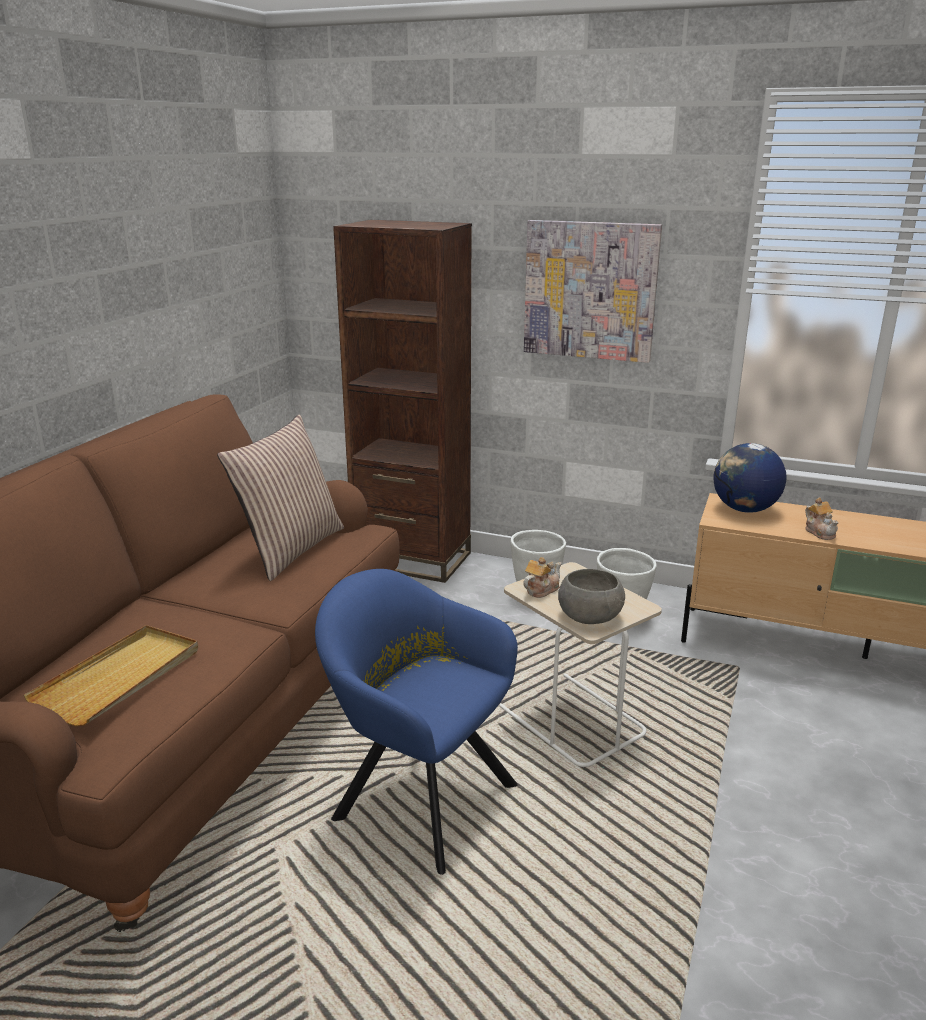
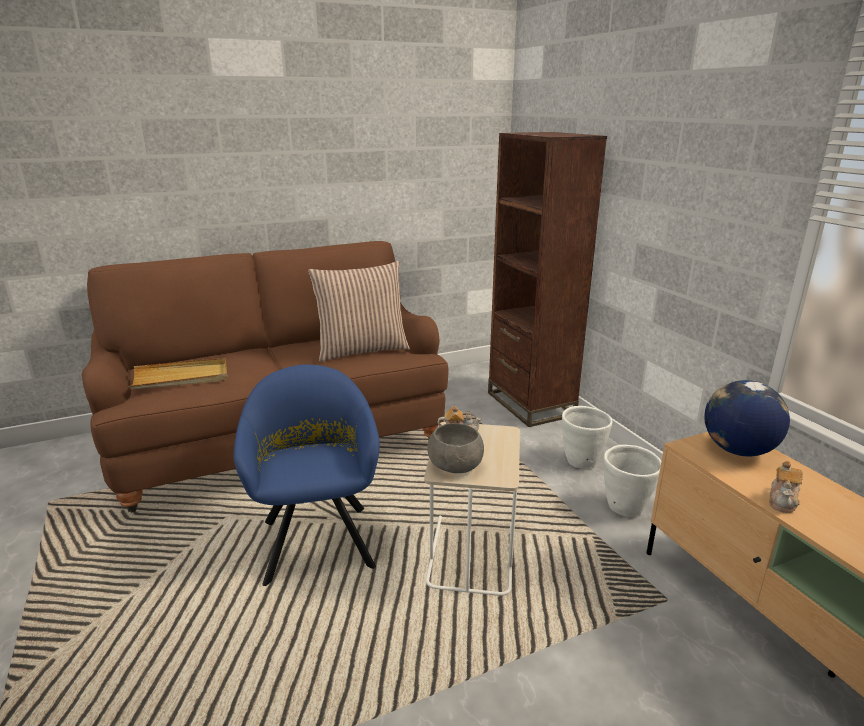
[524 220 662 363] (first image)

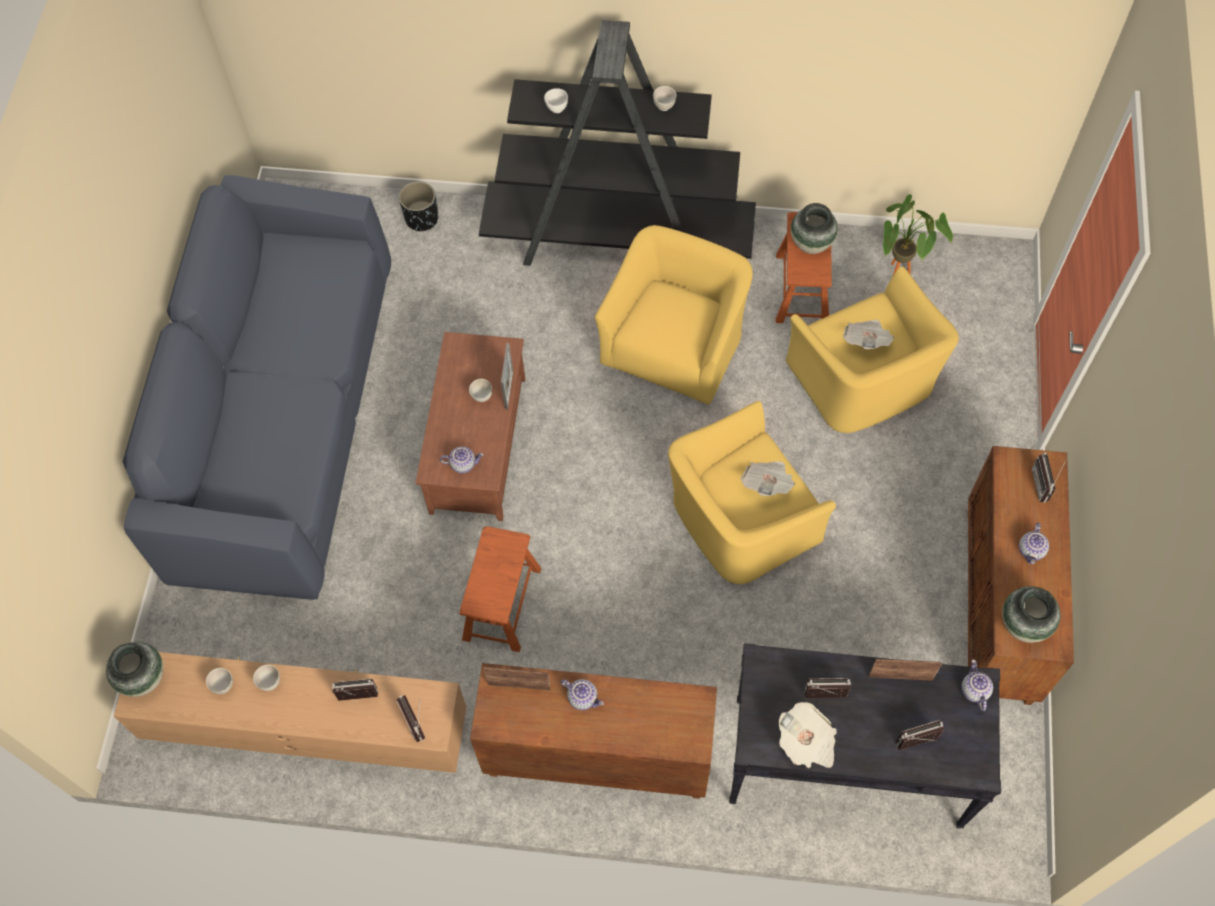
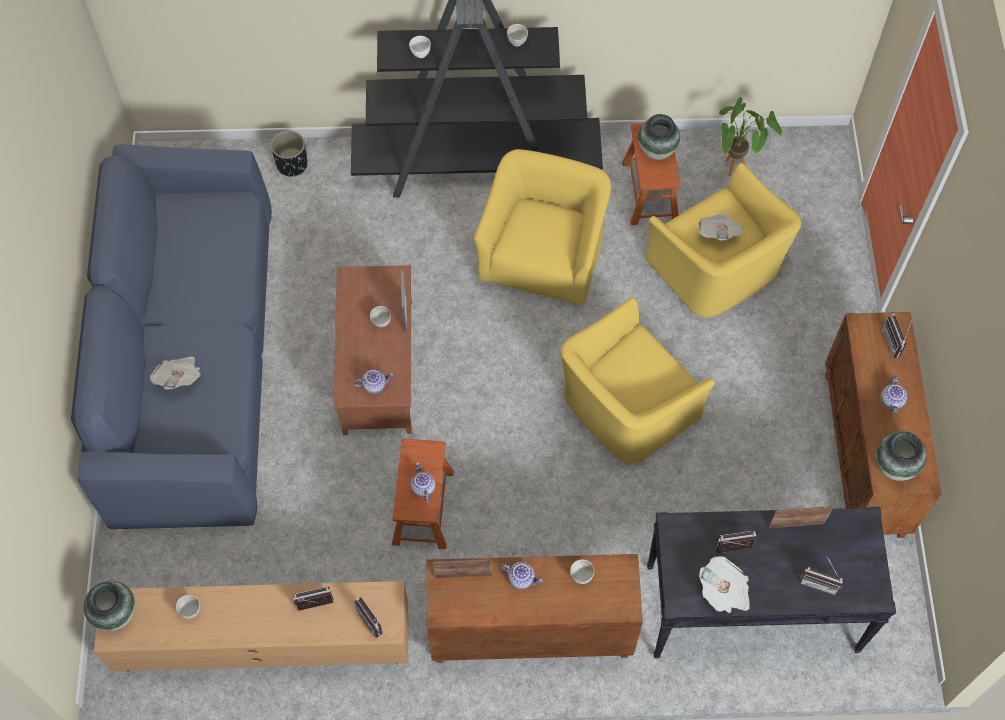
[150 356 201 389]
[410 462 436 503]
[570 559 594 584]
[800 557 843 595]

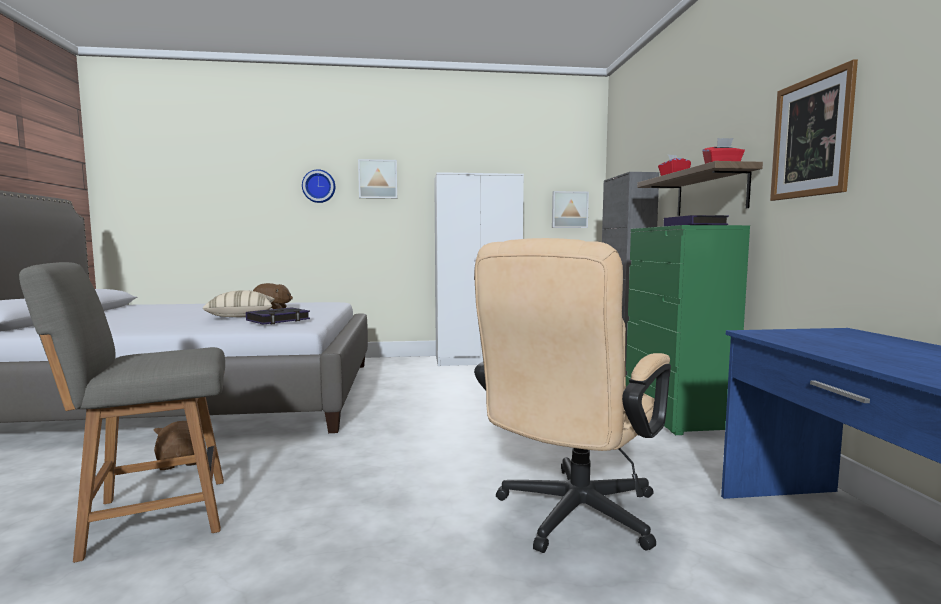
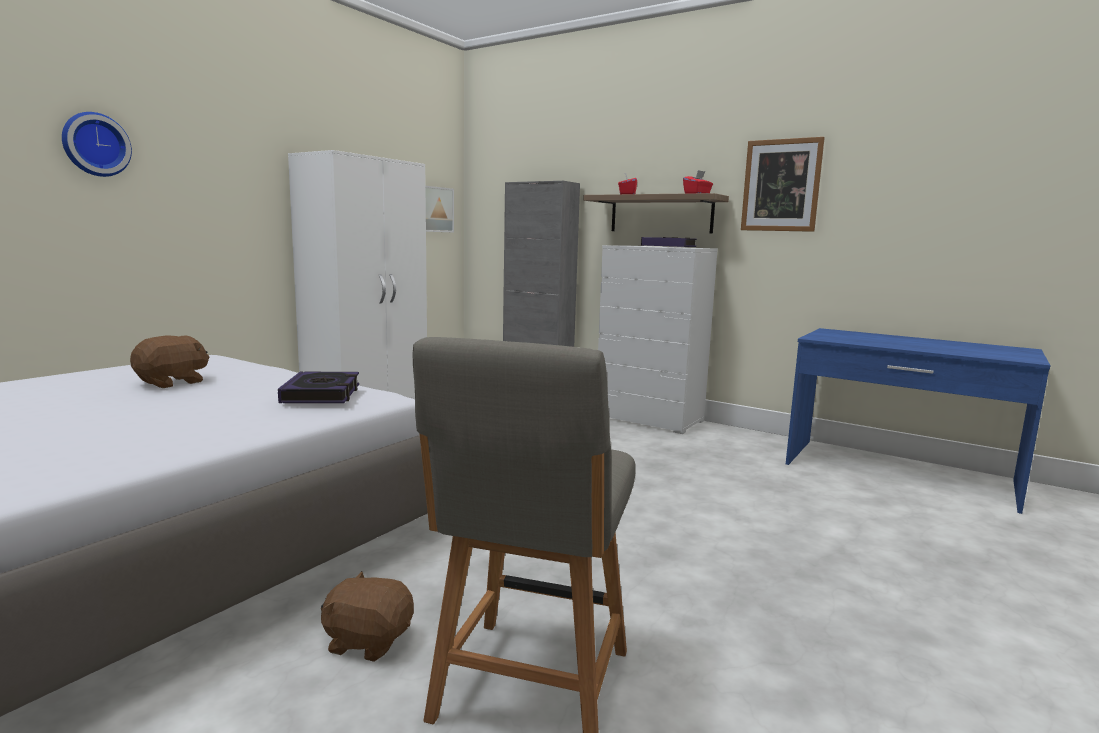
[358 159 397 199] (first image)
[598 245 718 434]
[474 238 671 553] (first image)
[203 290 275 317] (first image)

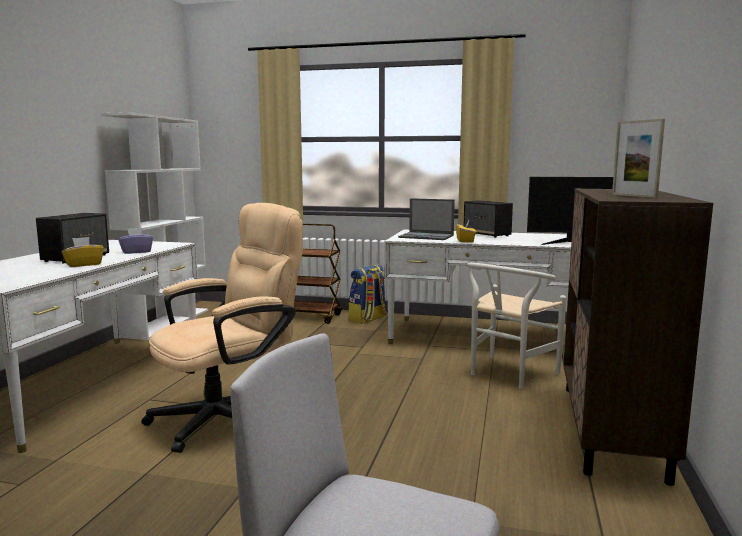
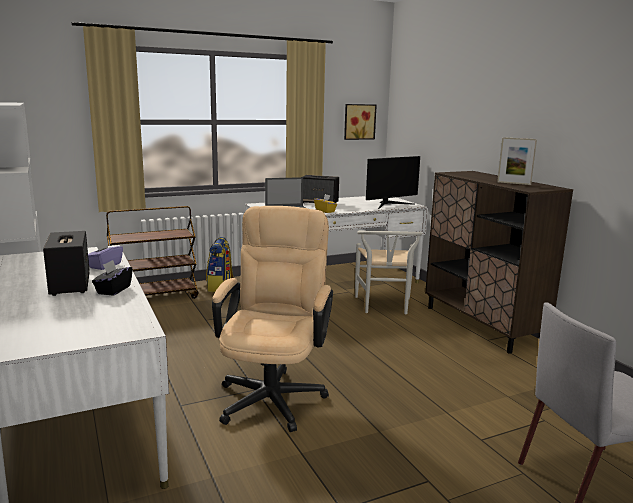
[92 260 133 296]
[344 104 377 140]

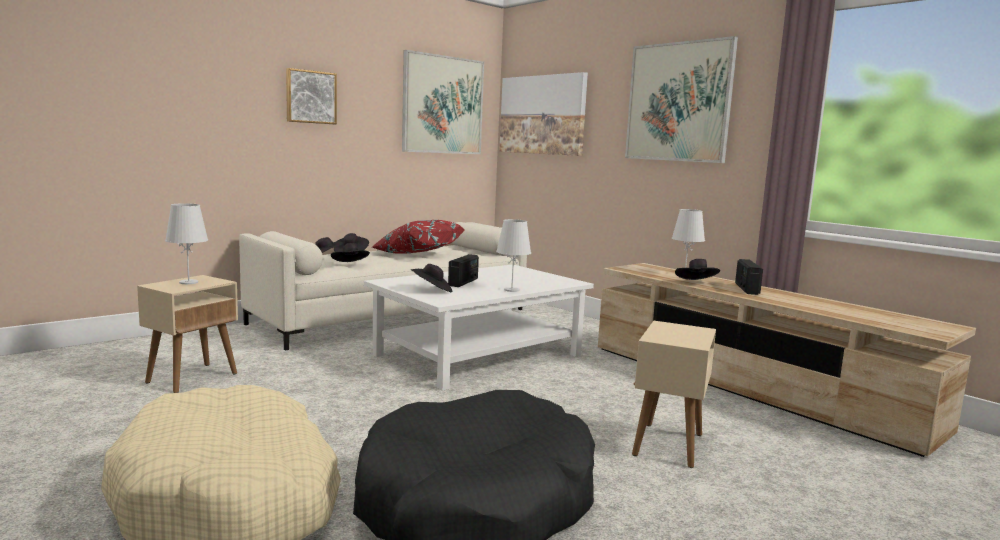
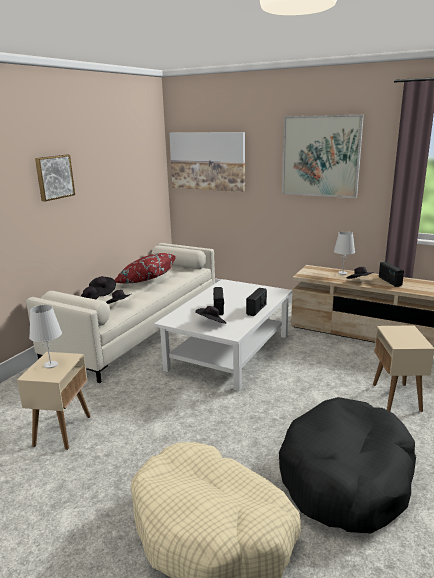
[402 50 484 154] (first image)
[246 288 267 316]

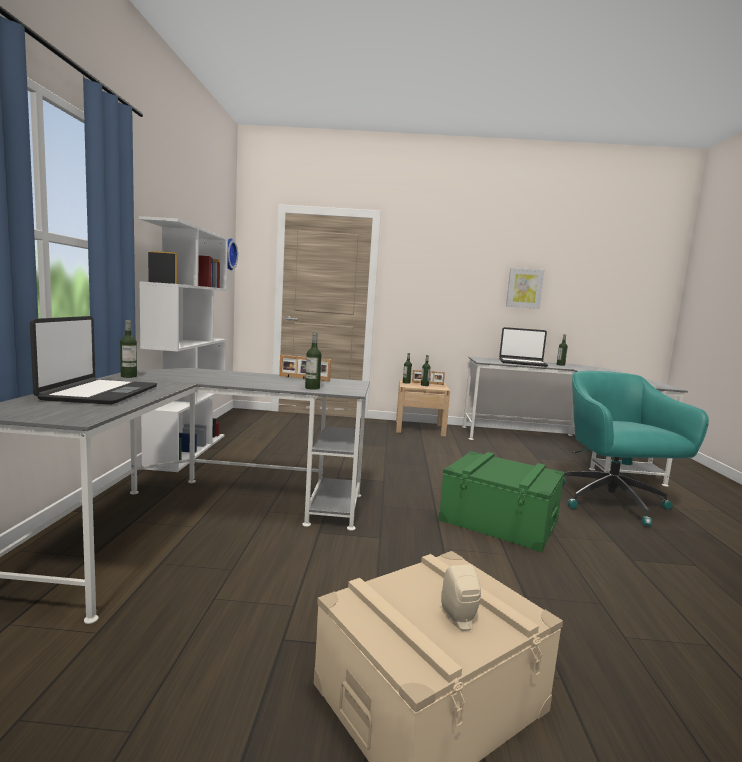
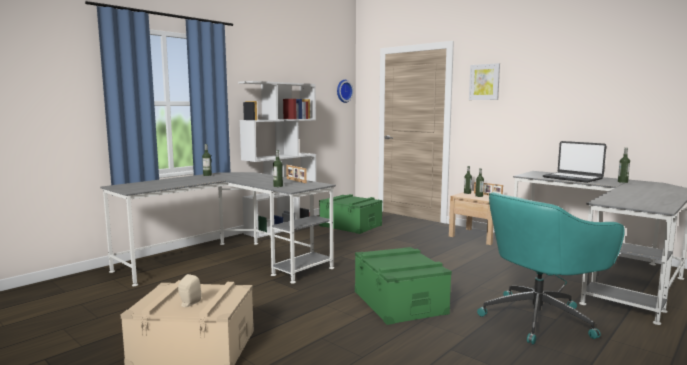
[469 63 500 100]
[30 316 157 405] (first image)
[477 192 625 345]
[319 194 383 234]

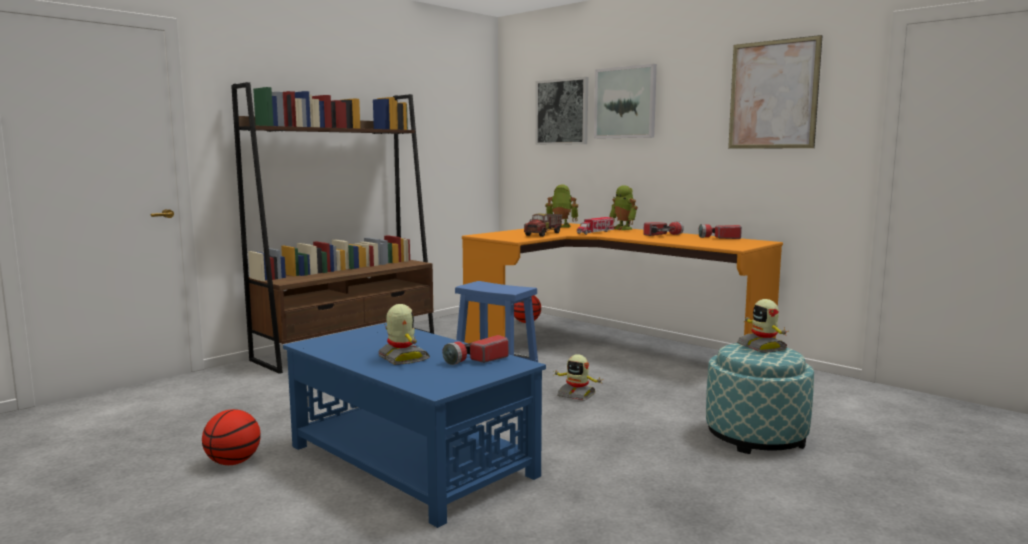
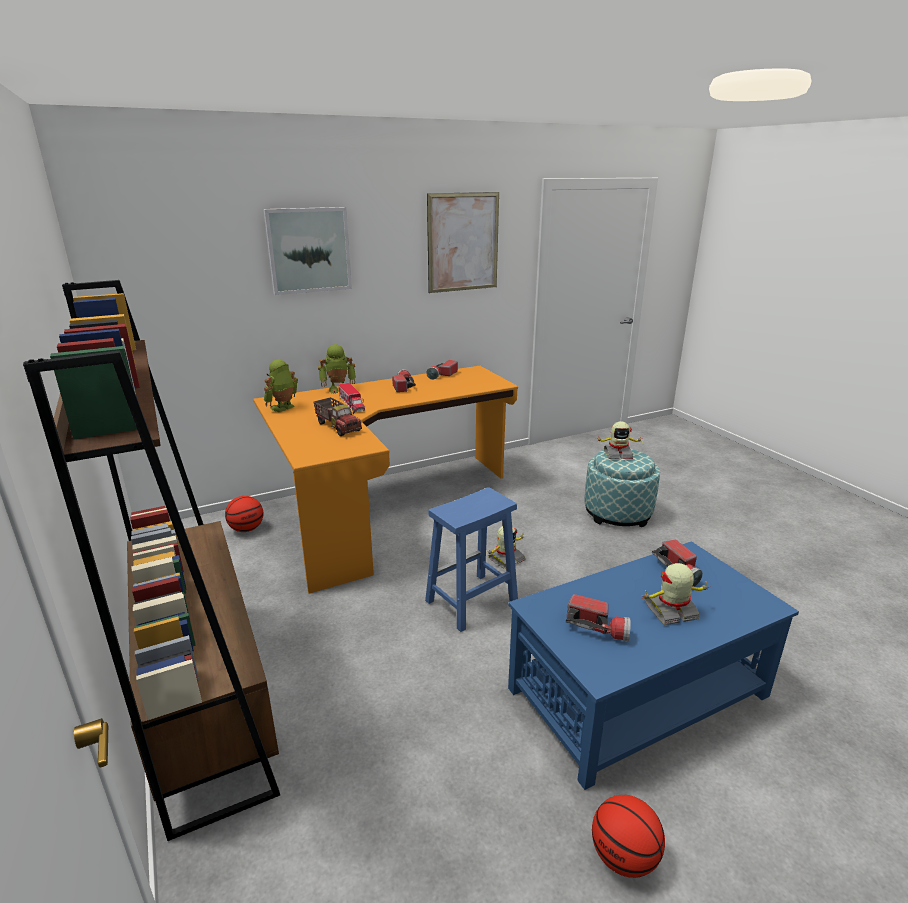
[536 77 588 145] (first image)
[566 594 631 641]

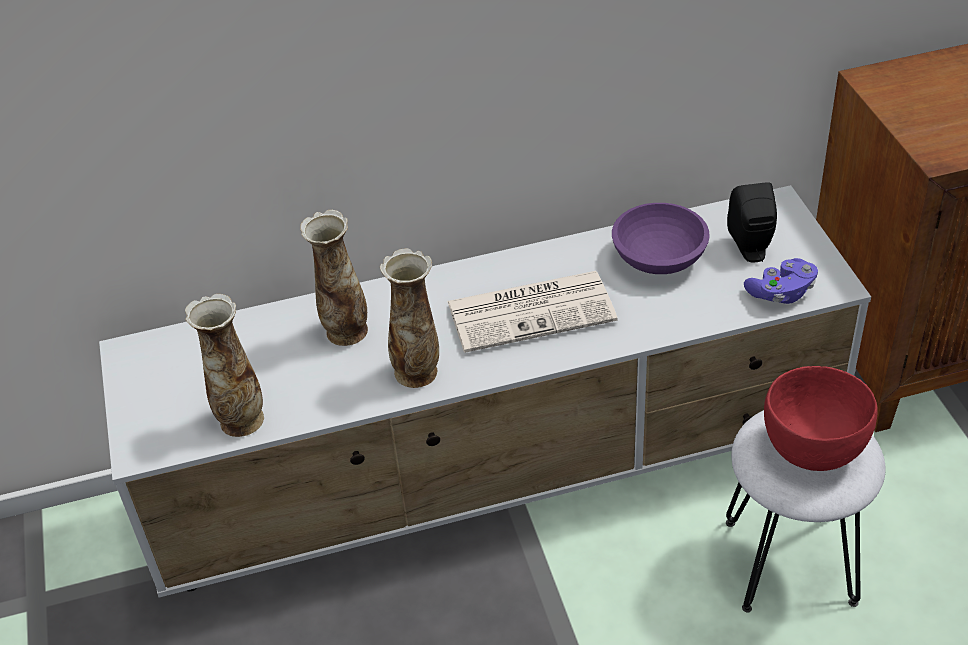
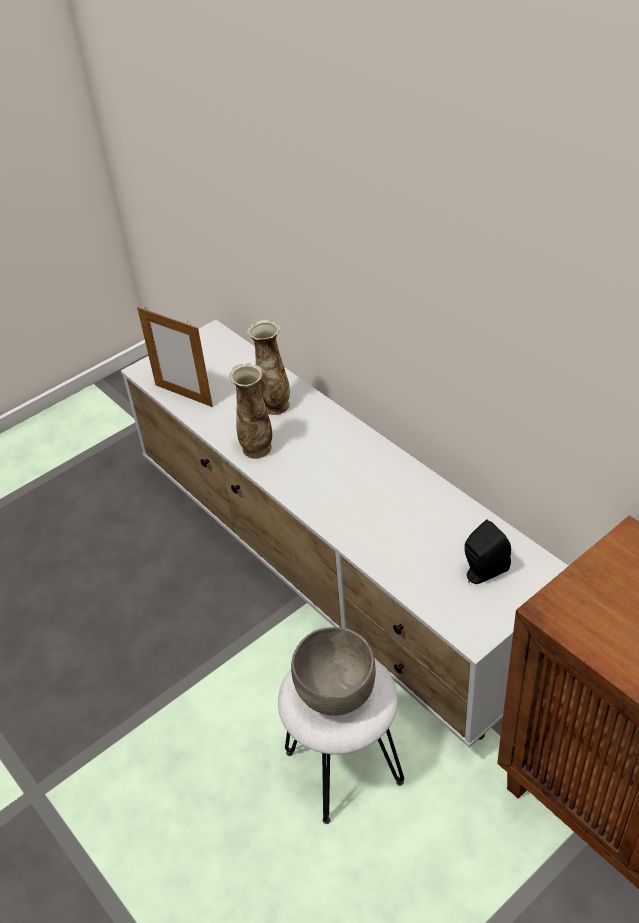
[612 203 710 274] (first image)
[744 258 818 304] (first image)
[447 271 618 353] (first image)
[137 307 213 407]
[291 627 376 716]

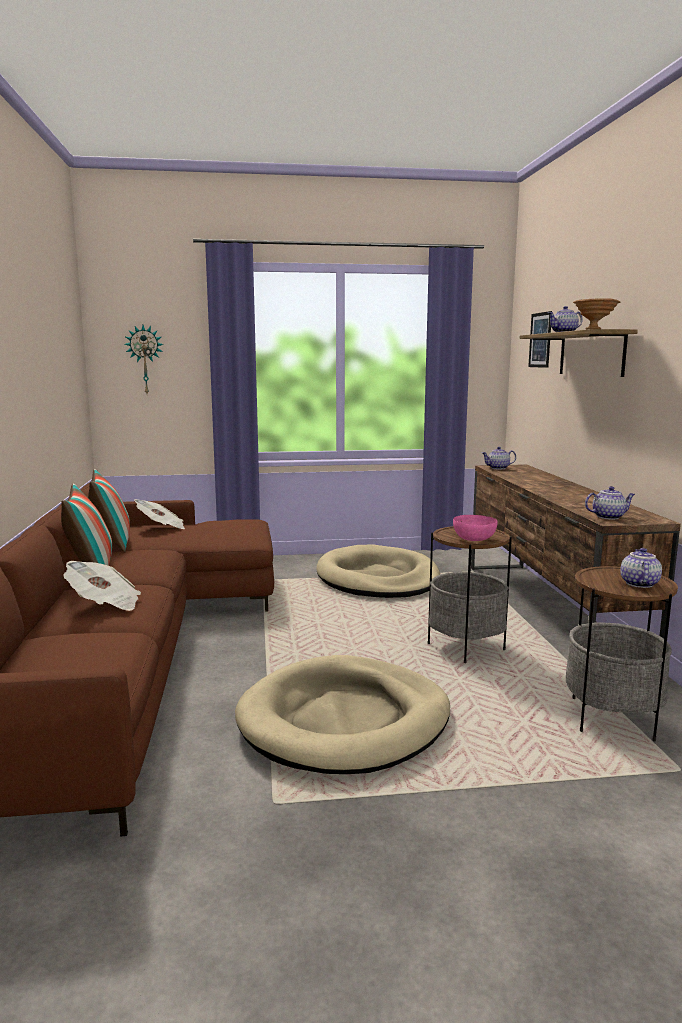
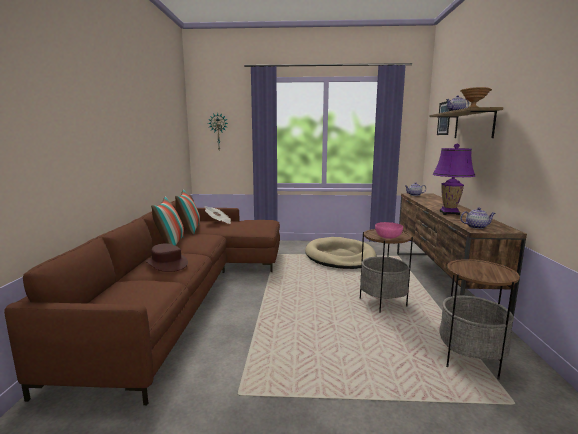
[620 548 662 588] (first image)
[145 243 188 272]
[235 655 450 774] (first image)
[433 144 475 215]

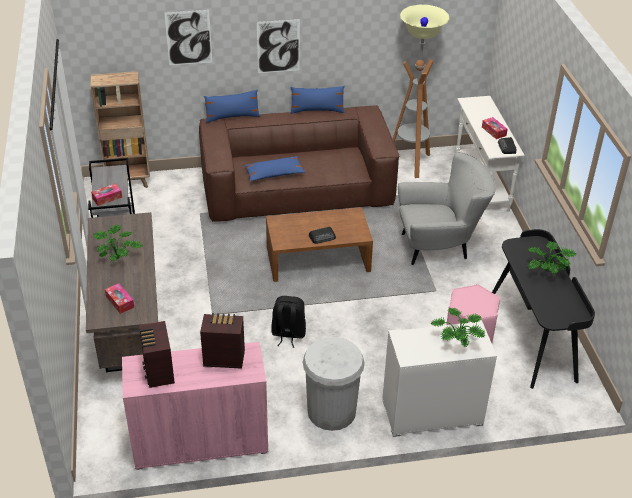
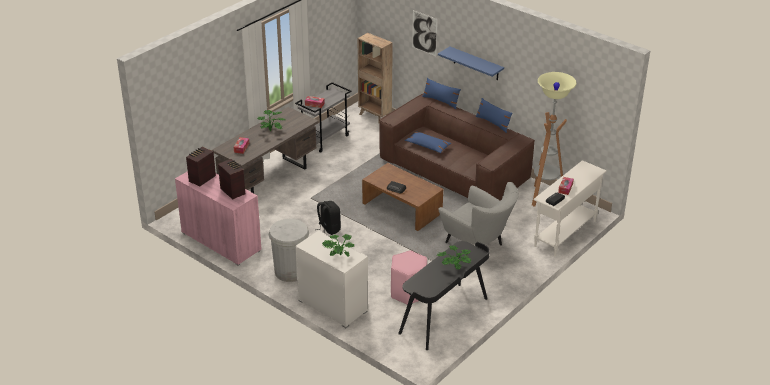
[438 47 504 80]

